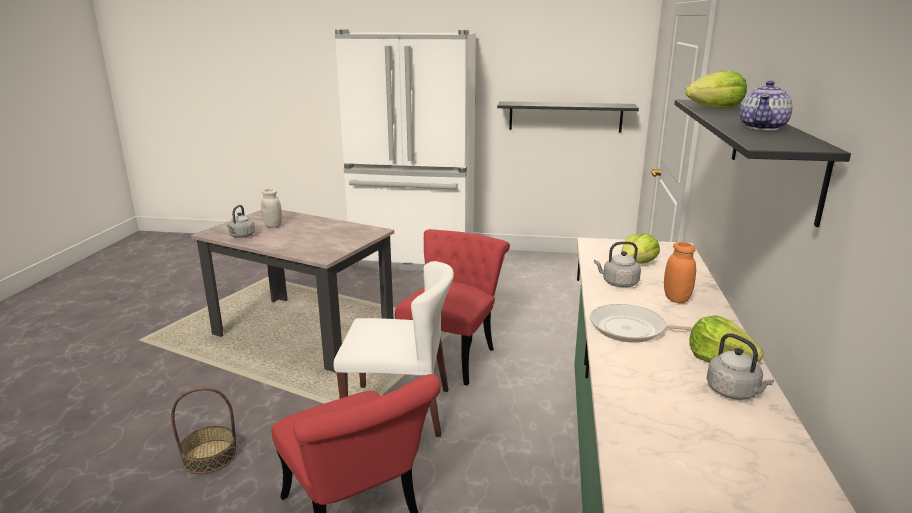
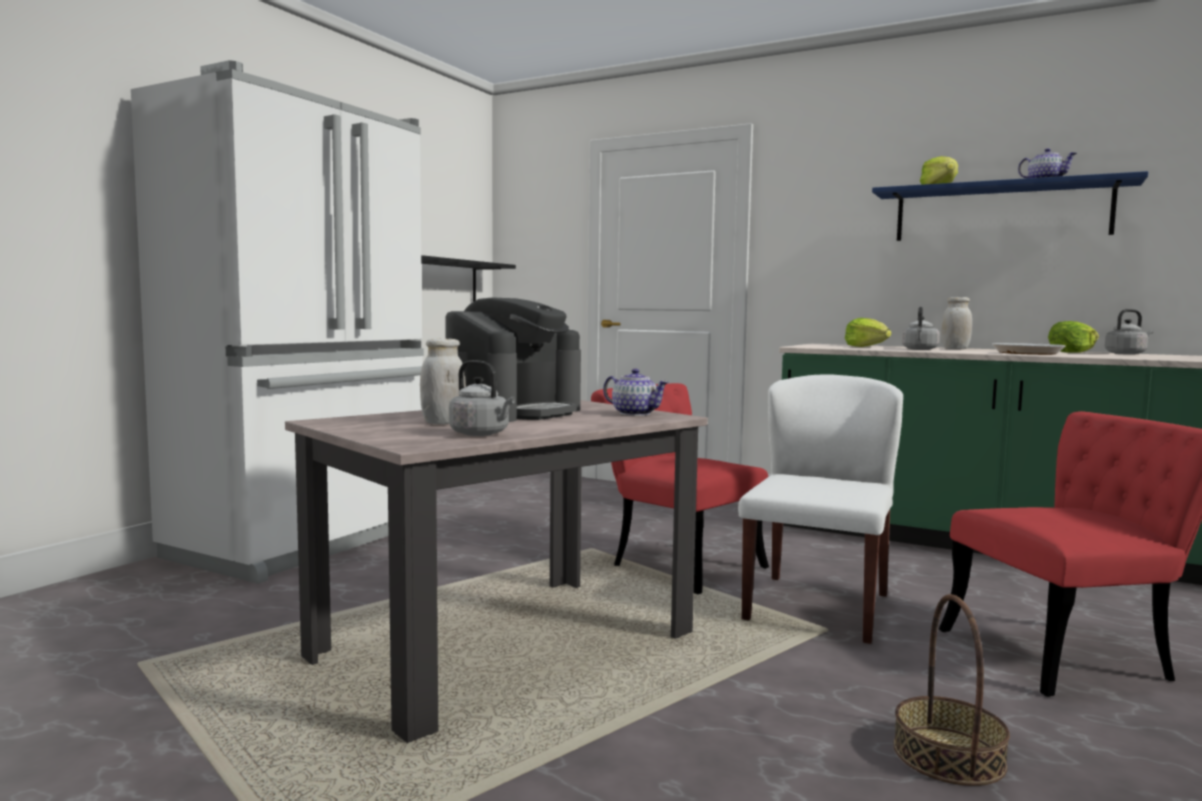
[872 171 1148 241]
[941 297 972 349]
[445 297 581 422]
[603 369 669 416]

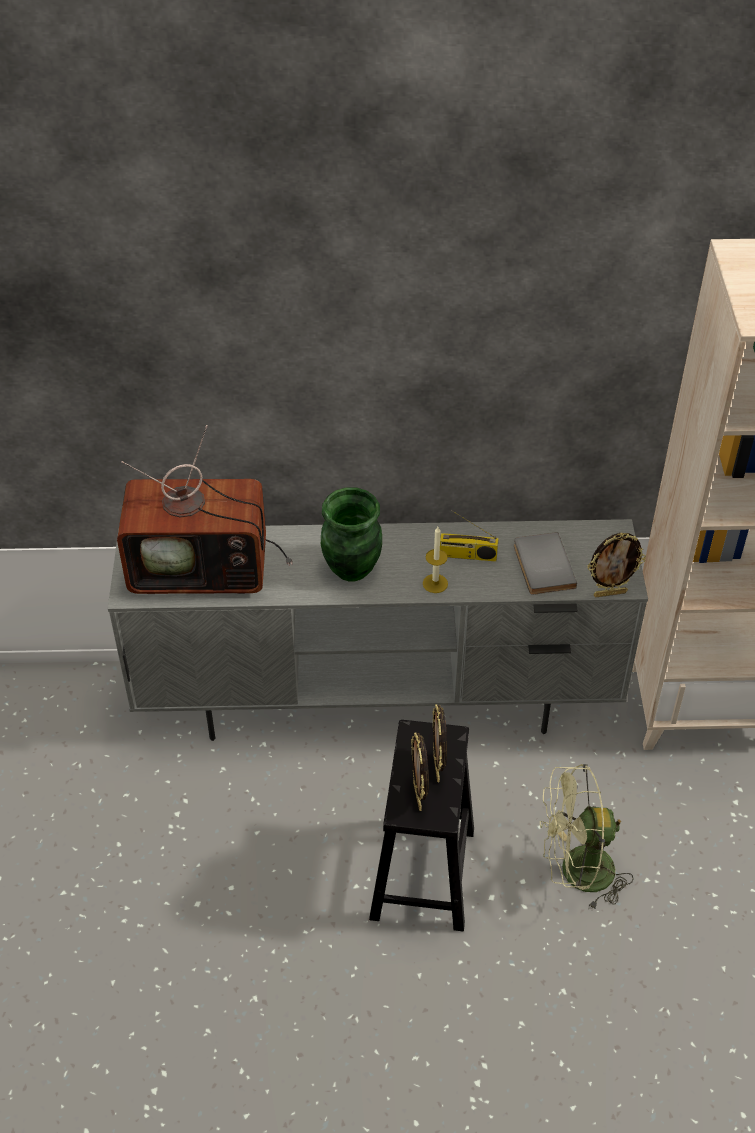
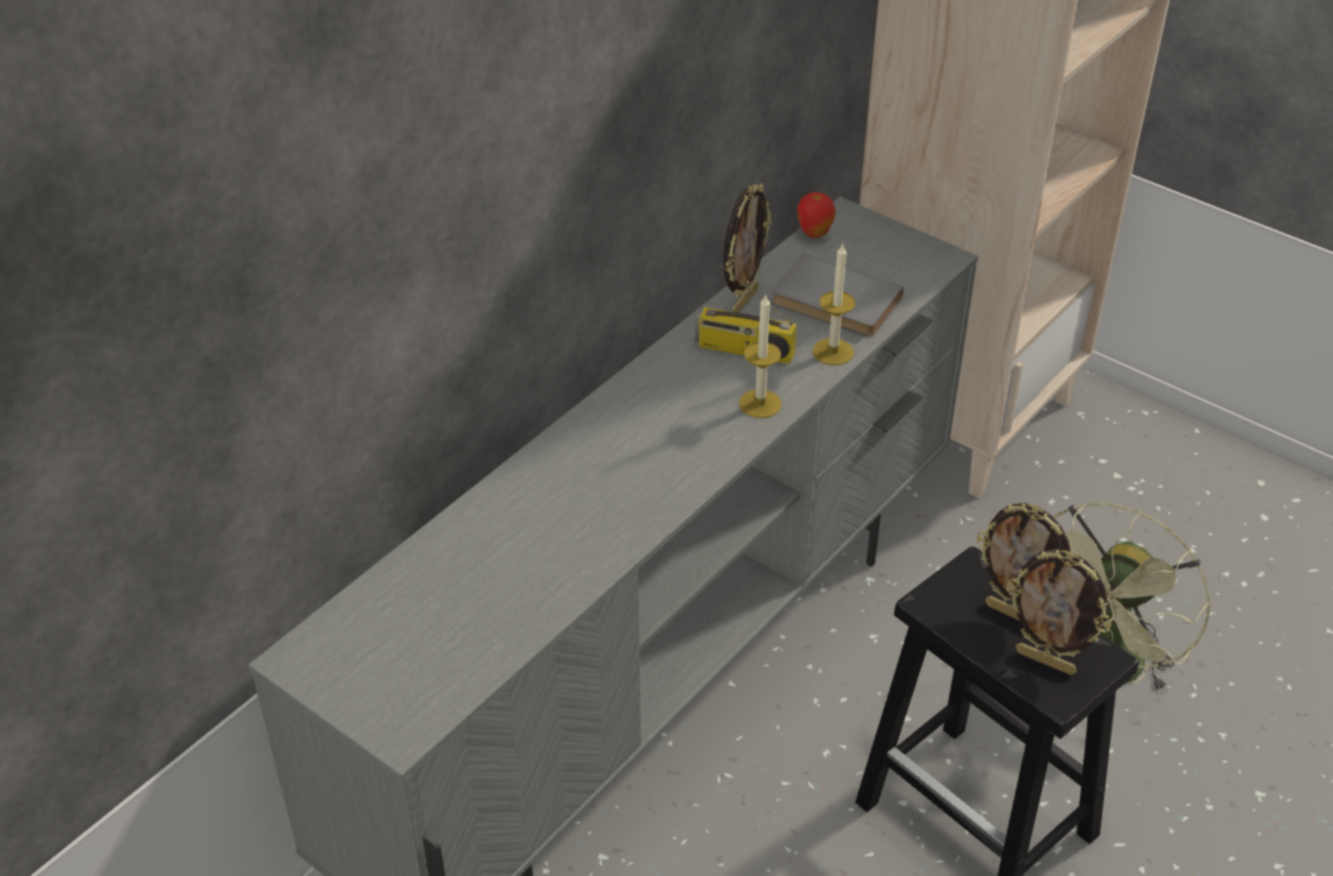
[117 425 293 594] (first image)
[321 487 382 581] (first image)
[695 264 797 364]
[723 184 771 313]
[797 192 836 238]
[813 243 856 365]

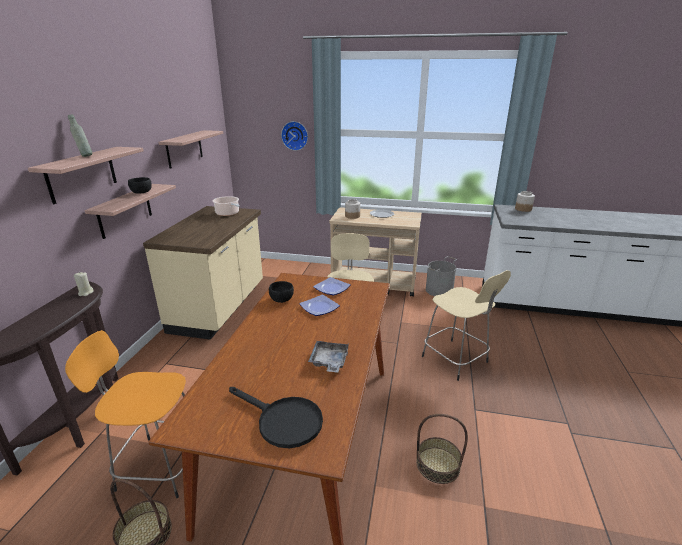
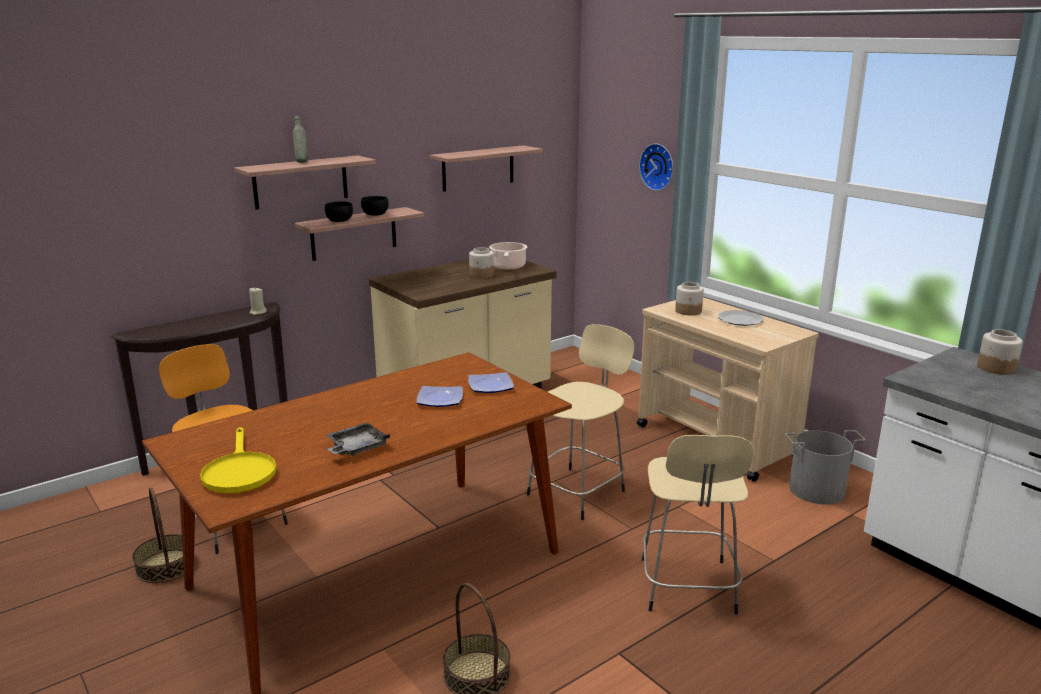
[325 201 353 222]
[200 427 277 494]
[469 247 494 278]

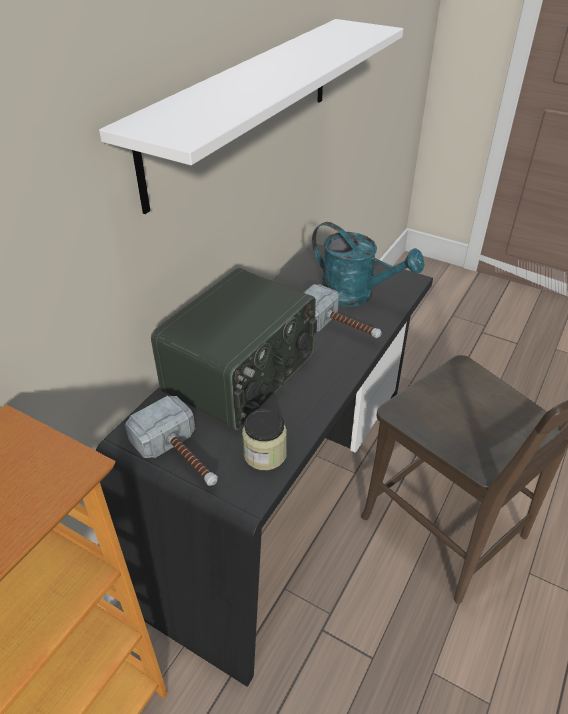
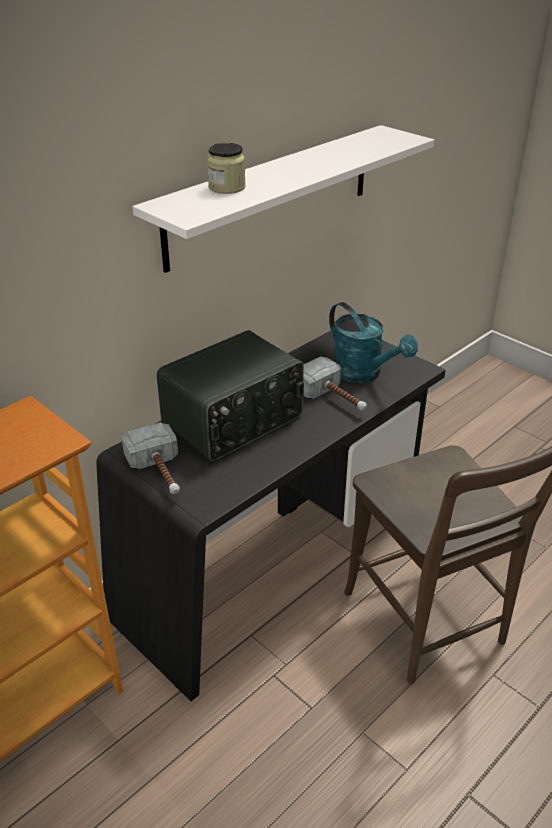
[207 143 246 194]

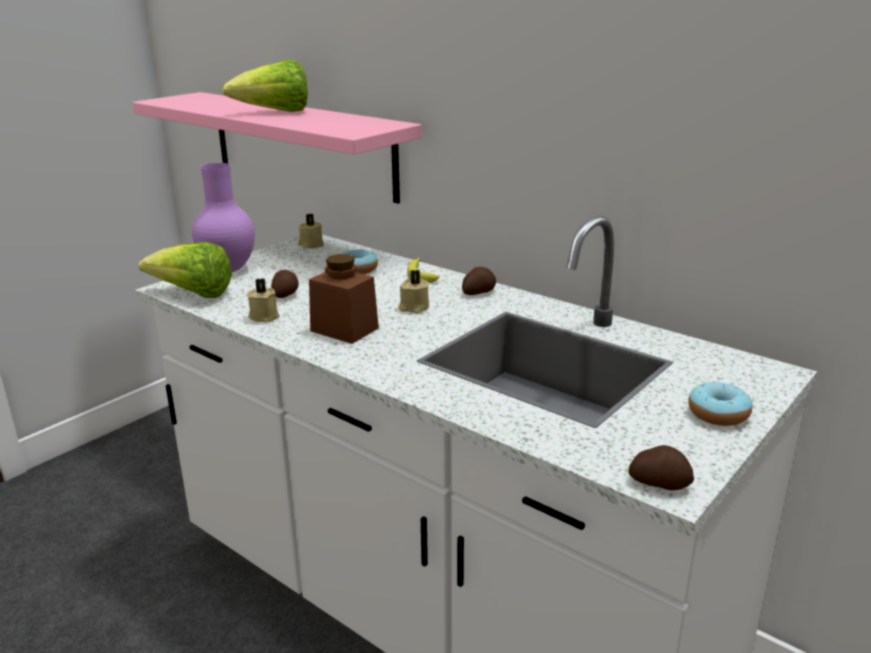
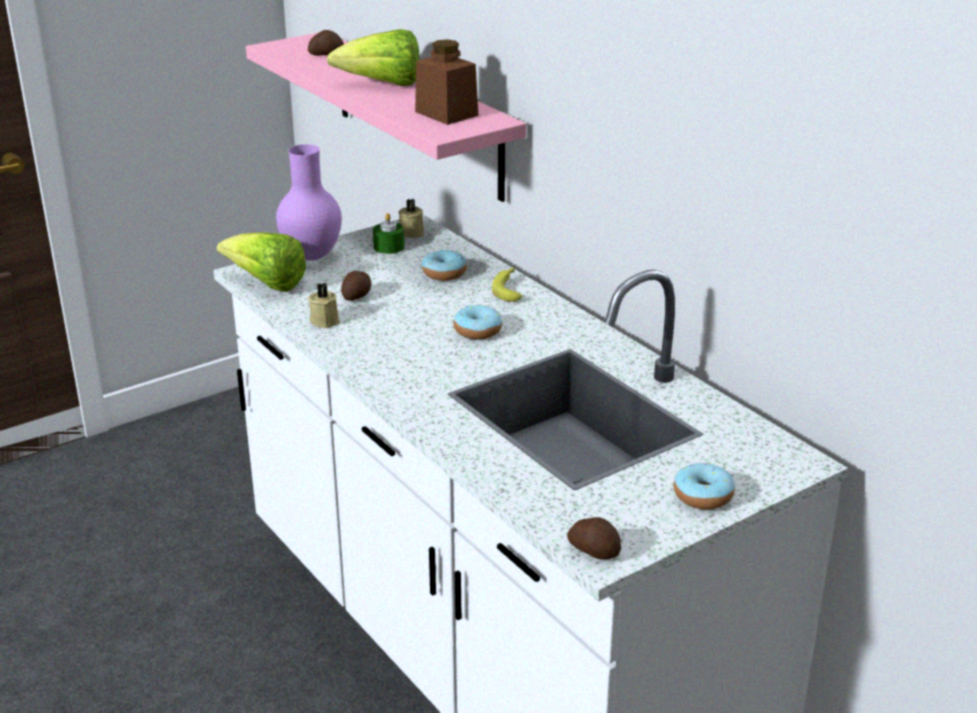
[415 39 478 125]
[308 30 344 56]
[453 304 502 340]
[373 213 404 254]

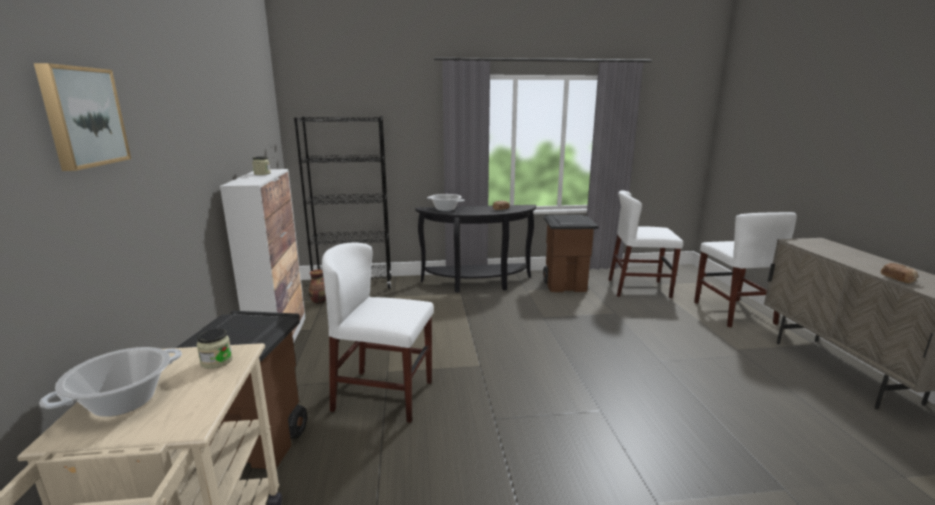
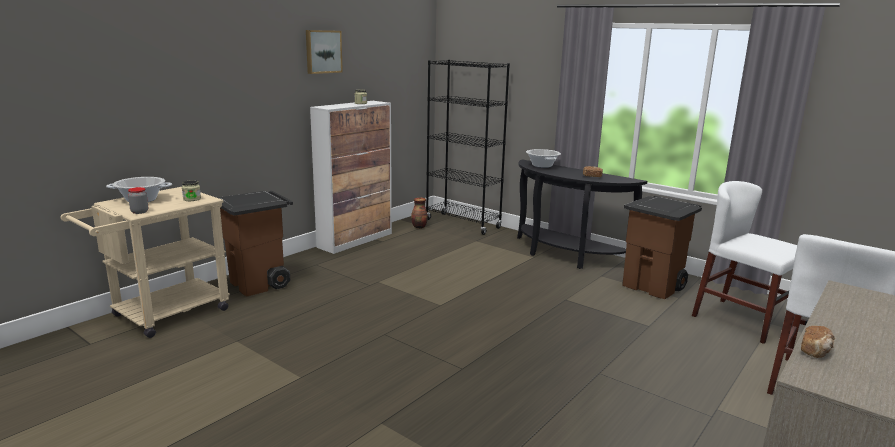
[306 30 343 74]
[322 242 434 423] (first image)
[128 187 148 214]

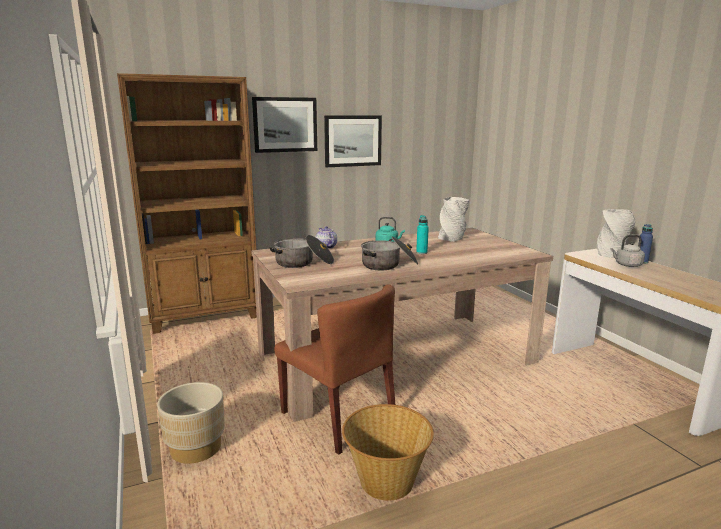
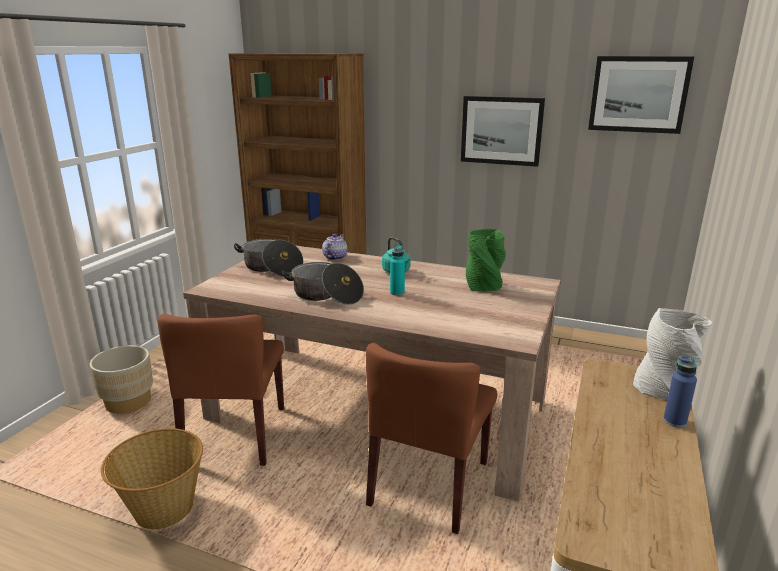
[588 56 694 134]
[466 229 506 291]
[610 235 645 267] (first image)
[366 343 497 534]

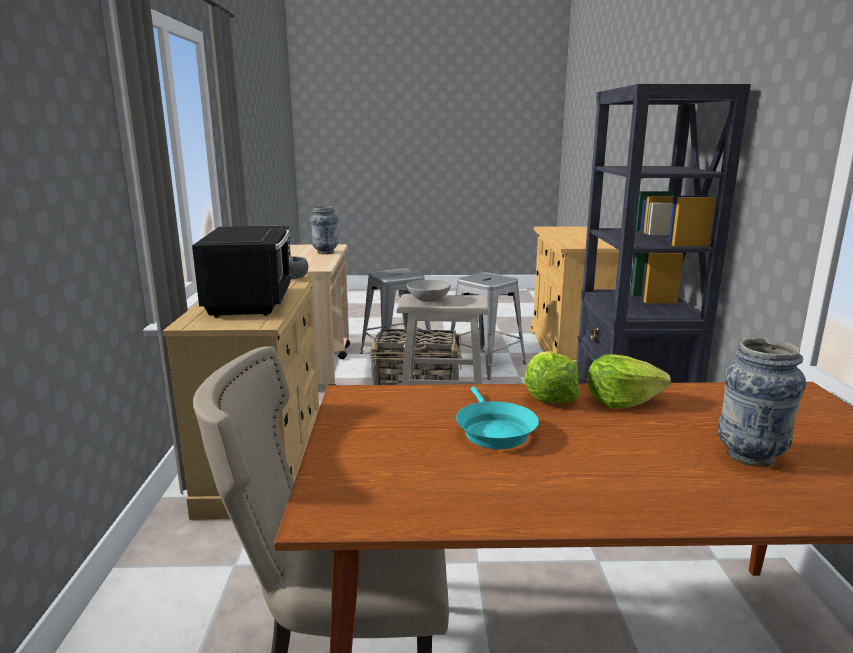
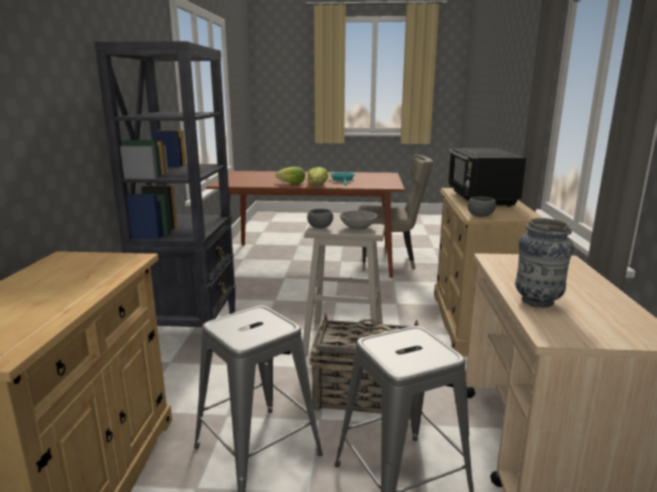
[718 338 806 467] (first image)
[307 209 333 229]

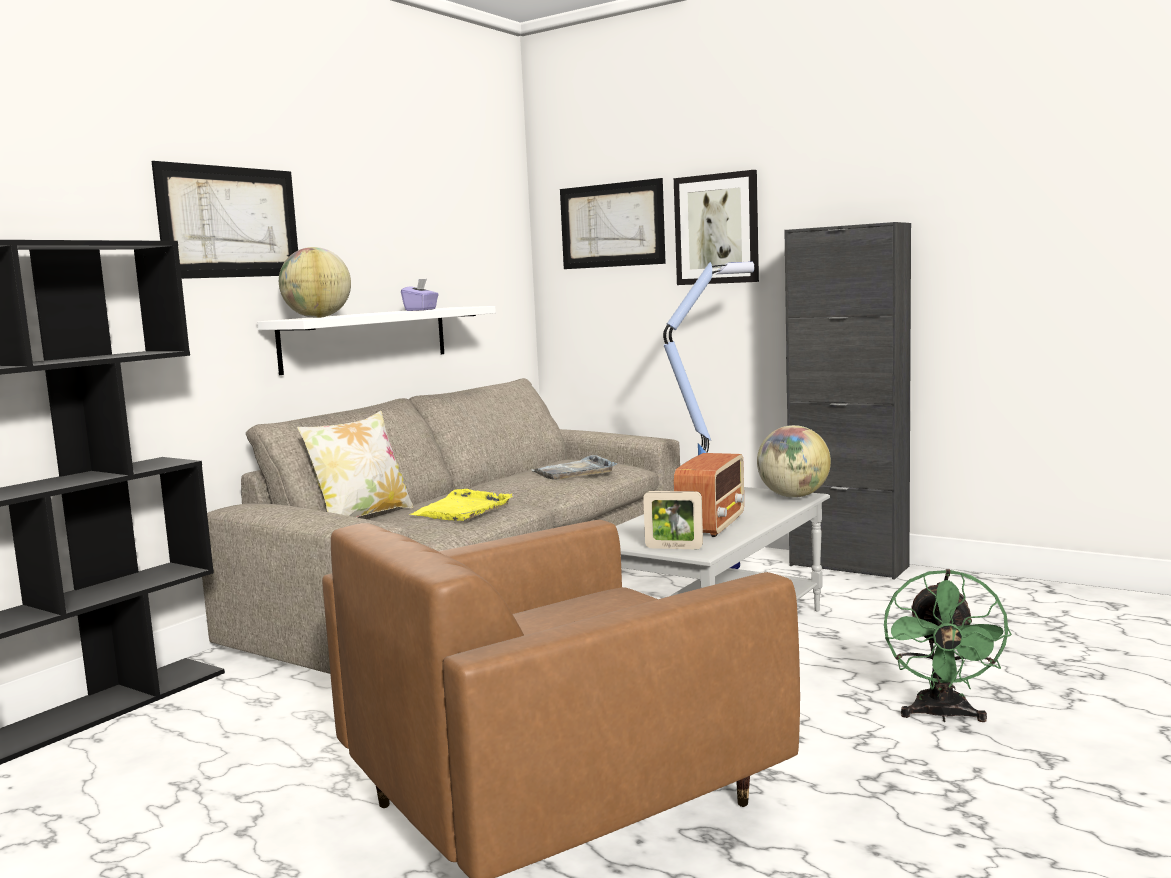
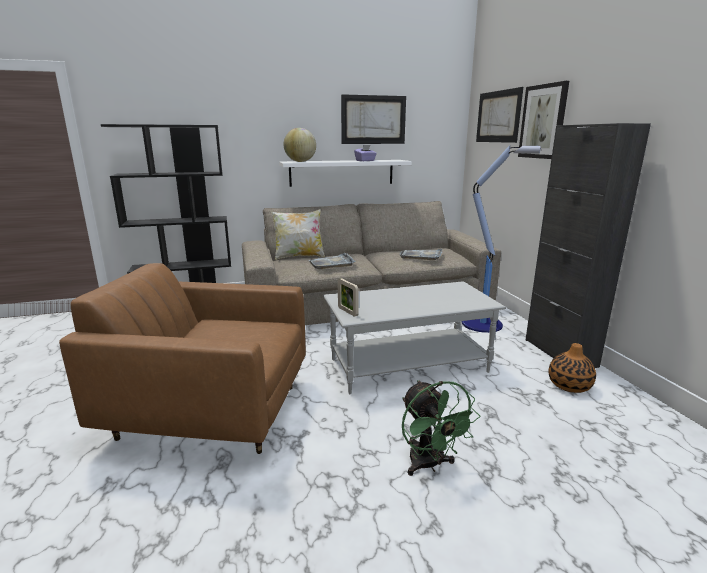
[341 94 406 144]
[757 425 831 498] (first image)
[674 453 744 537] (first image)
[308 253 356 269]
[402 380 480 476]
[549 343 596 393]

